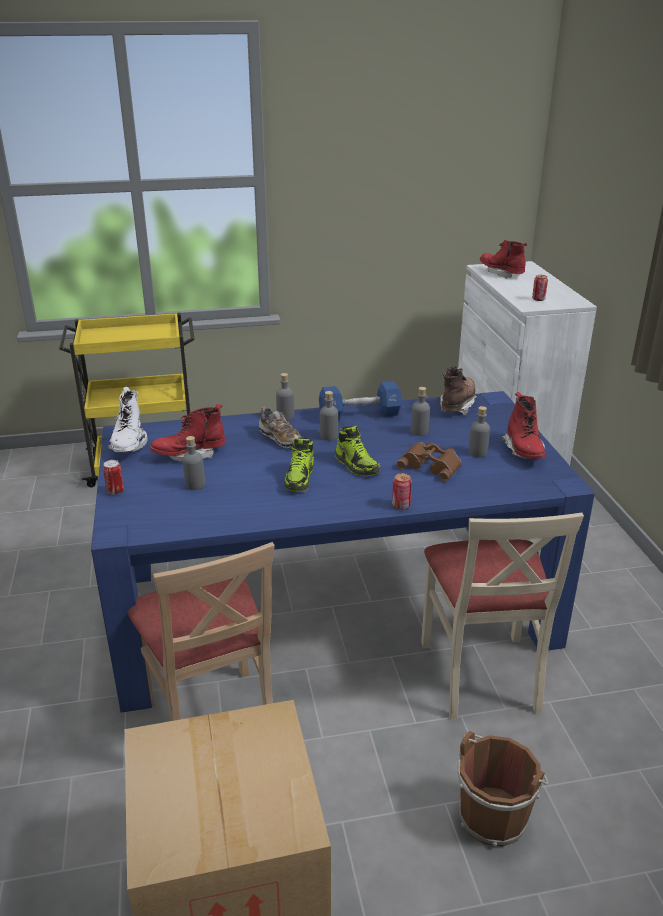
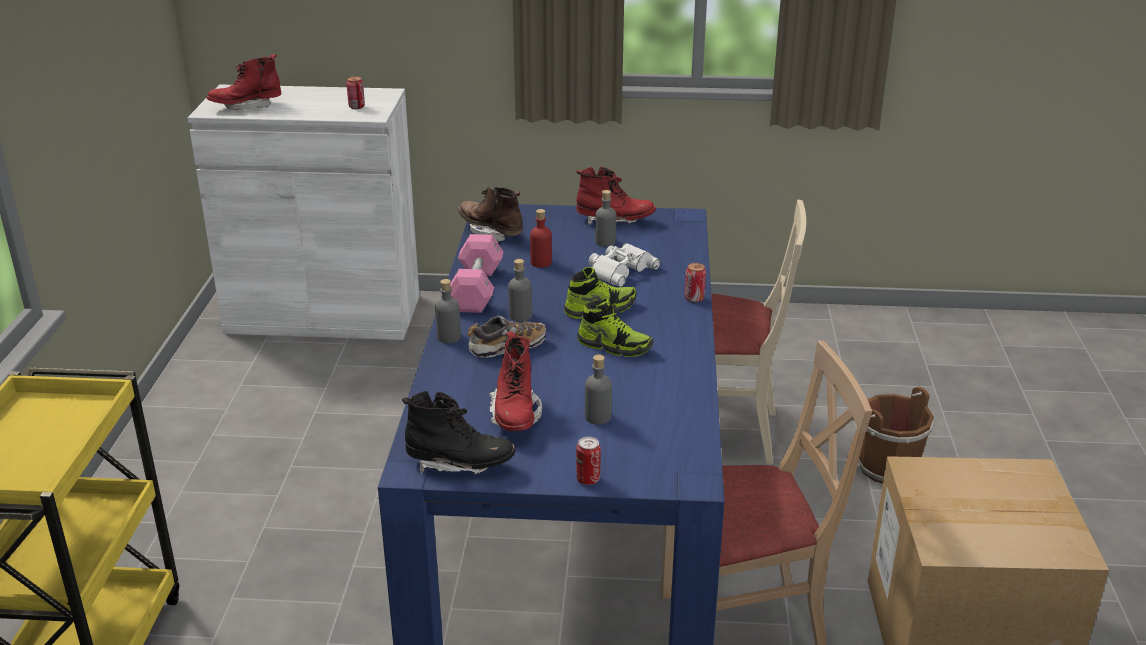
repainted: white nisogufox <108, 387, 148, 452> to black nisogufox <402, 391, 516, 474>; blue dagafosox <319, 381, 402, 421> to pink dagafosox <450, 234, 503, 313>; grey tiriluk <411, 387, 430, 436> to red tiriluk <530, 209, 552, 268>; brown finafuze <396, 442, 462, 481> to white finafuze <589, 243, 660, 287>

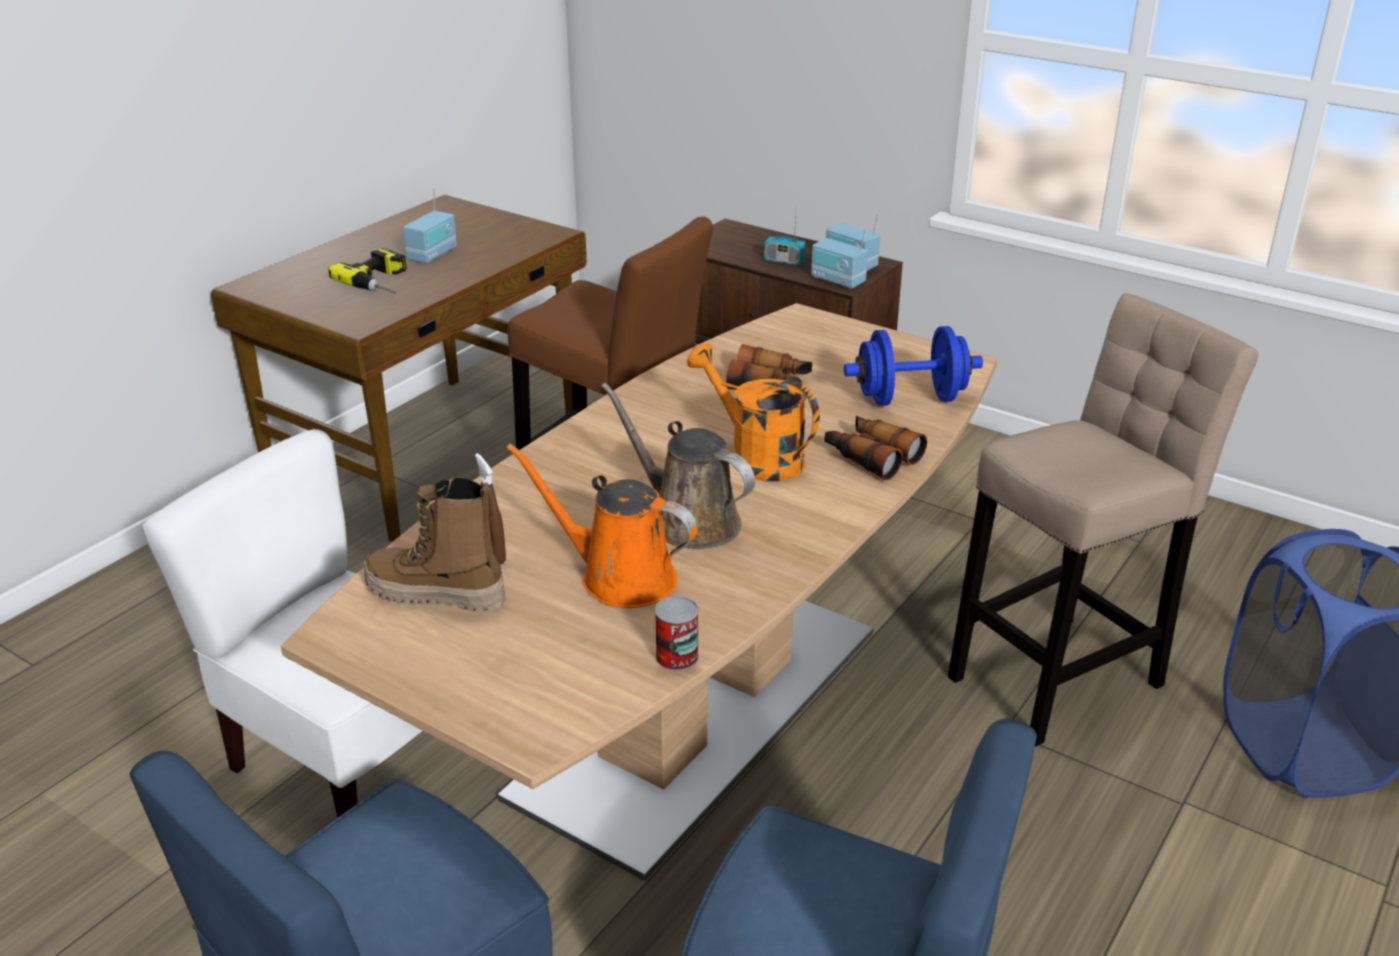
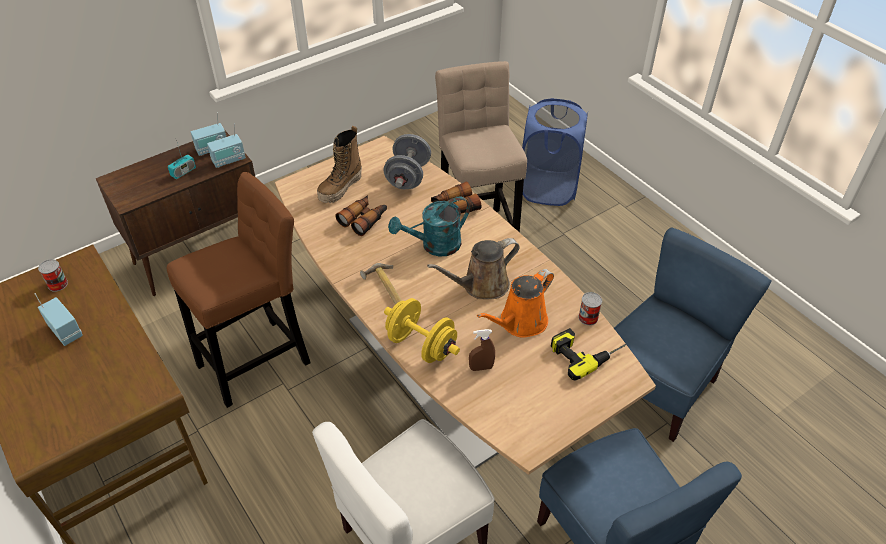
new: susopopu <38, 259, 68, 292>; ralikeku <360, 263, 402, 305>; yellow dagafosox <384, 298, 460, 363>
shifted: nisogufox <364, 477, 506, 612> to <317, 126, 362, 203>; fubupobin <328, 248, 407, 295> to <551, 328, 627, 381>
repainted: blue dagafosox <844, 326, 983, 406> to grey dagafosox <383, 134, 431, 189>; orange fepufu <687, 343, 820, 482> to turquoise fepufu <388, 196, 470, 257>

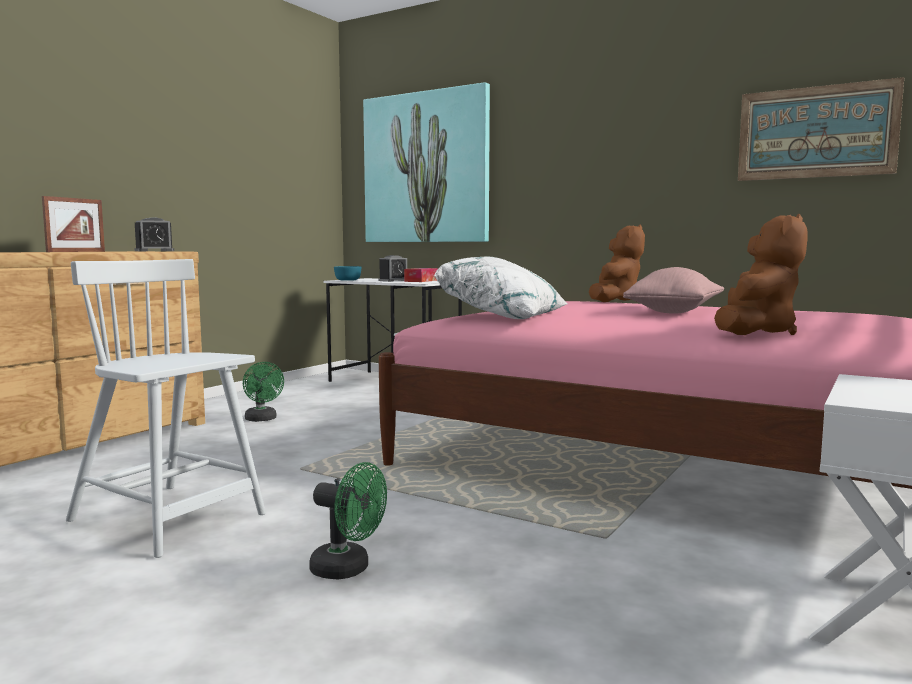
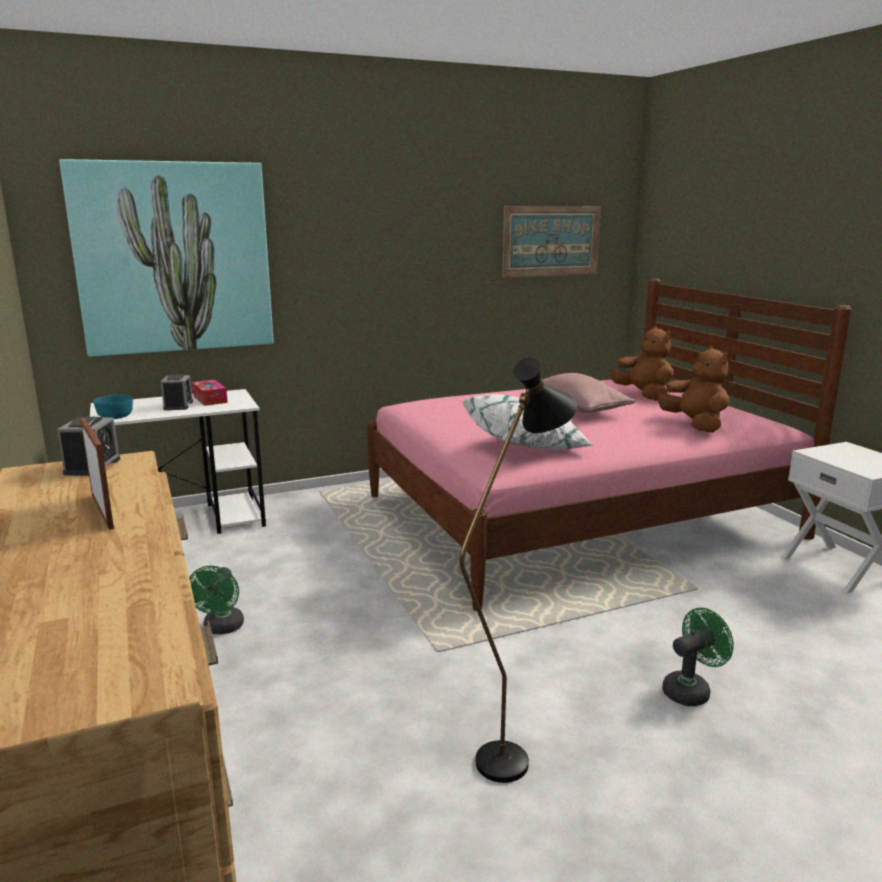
shifted: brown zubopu <589, 224, 645, 302> to <611, 326, 674, 401>
swapped: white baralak <66, 259, 266, 558> to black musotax <459, 358, 577, 783>
rotated: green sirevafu <243, 362, 284, 422> = <189, 566, 244, 634> 90 degrees clockwise

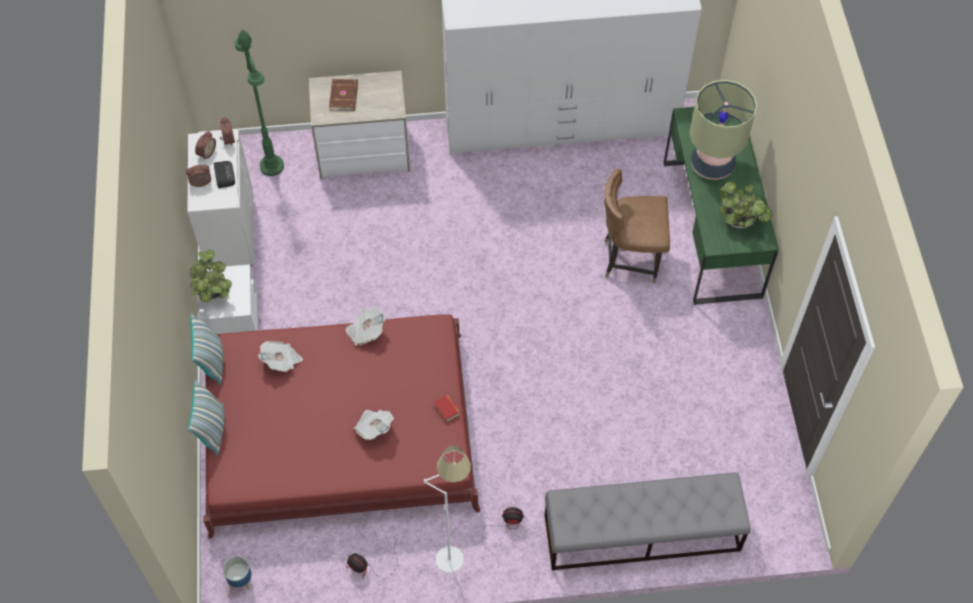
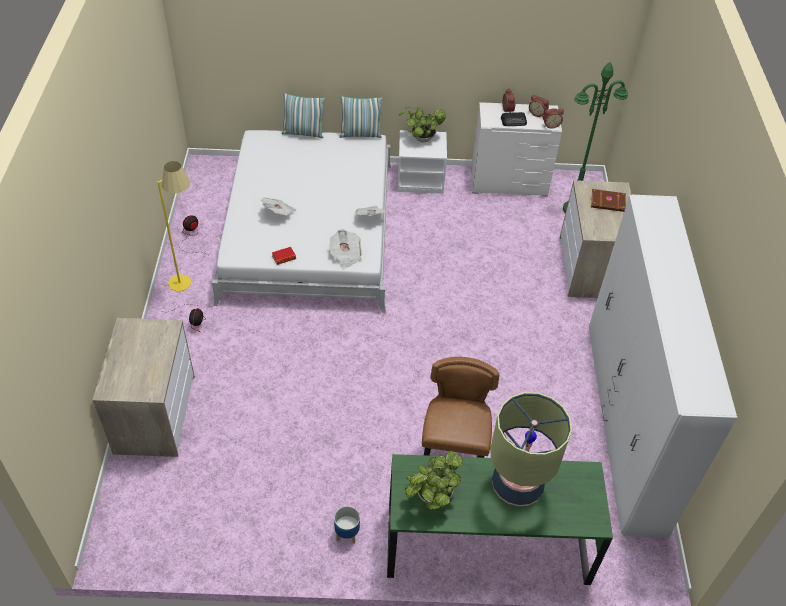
shifted: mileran <258, 341, 303, 372> to <329, 229, 362, 269>; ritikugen <223, 556, 252, 590> to <334, 506, 360, 543>
swapped: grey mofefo <545, 472, 750, 570> to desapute <93, 318, 195, 457>
repainted: white musotax <424, 446, 471, 573> to yellow musotax <157, 161, 191, 291>; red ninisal <203, 315, 480, 539> to white ninisal <212, 130, 391, 313>

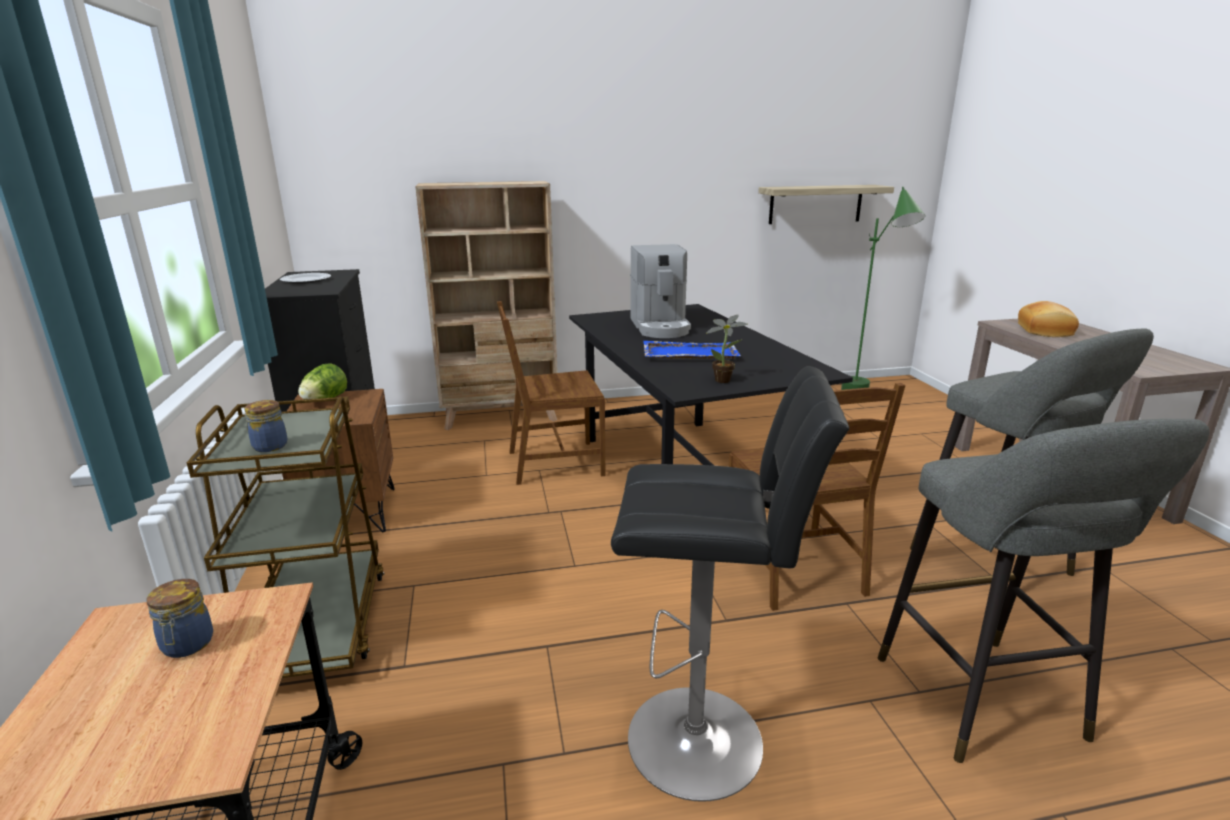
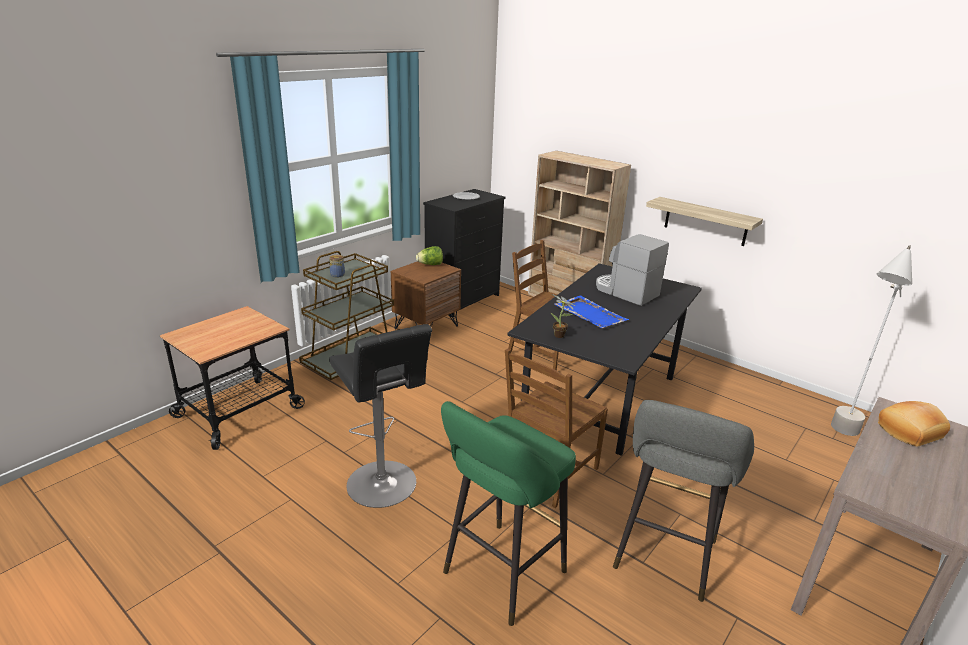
gone: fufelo <146, 579, 213, 658>
shifted: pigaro <758, 185, 894, 224> to <646, 197, 763, 246>
repainted: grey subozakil <878, 419, 1210, 763> to green subozakil <441, 401, 576, 626>; green musotax <841, 187, 925, 390> to grey musotax <831, 245, 912, 436>
rotated: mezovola <630, 244, 691, 338> = <596, 234, 669, 306> 90 degrees clockwise

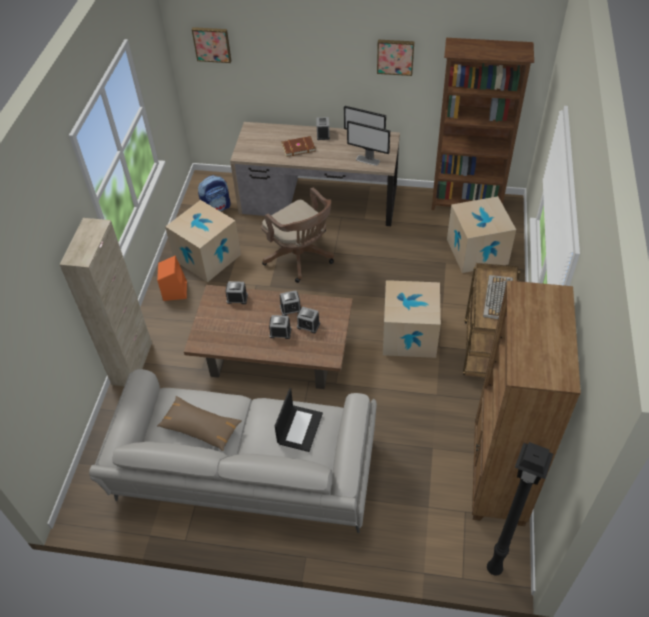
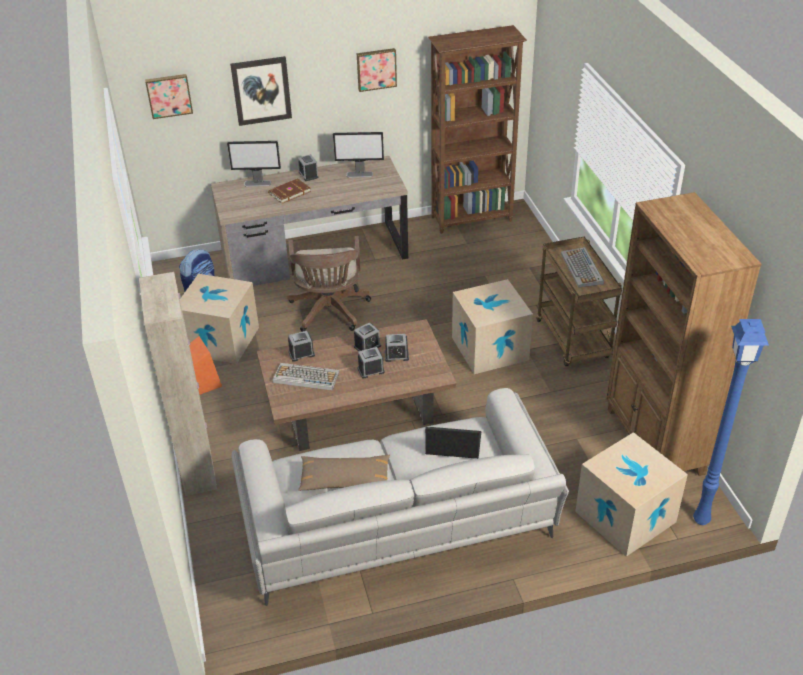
new: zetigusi <230, 56, 292, 126>; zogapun <273, 363, 340, 391>
shifted: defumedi <347, 121, 390, 166> to <227, 141, 281, 187>; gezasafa <447, 196, 516, 273> to <575, 432, 688, 557>
repainted: black musotax <487, 442, 553, 576> to blue musotax <693, 319, 769, 525>
rotated: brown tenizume <261, 187, 334, 283> = <287, 236, 371, 332> 60 degrees clockwise; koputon <275, 388, 323, 452> = <425, 427, 481, 459> 75 degrees counterclockwise

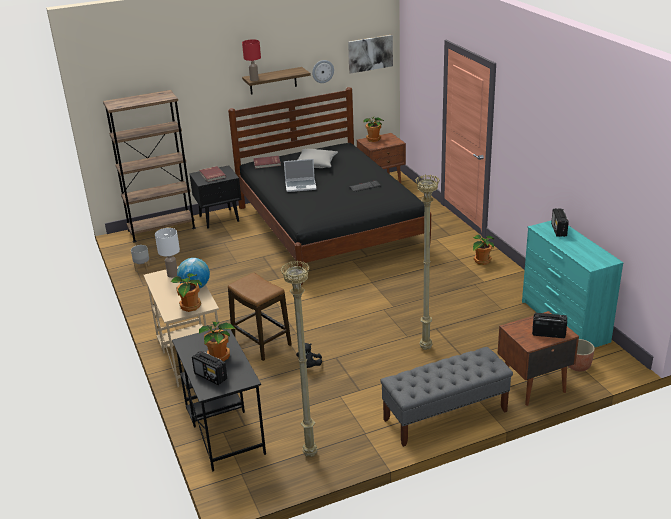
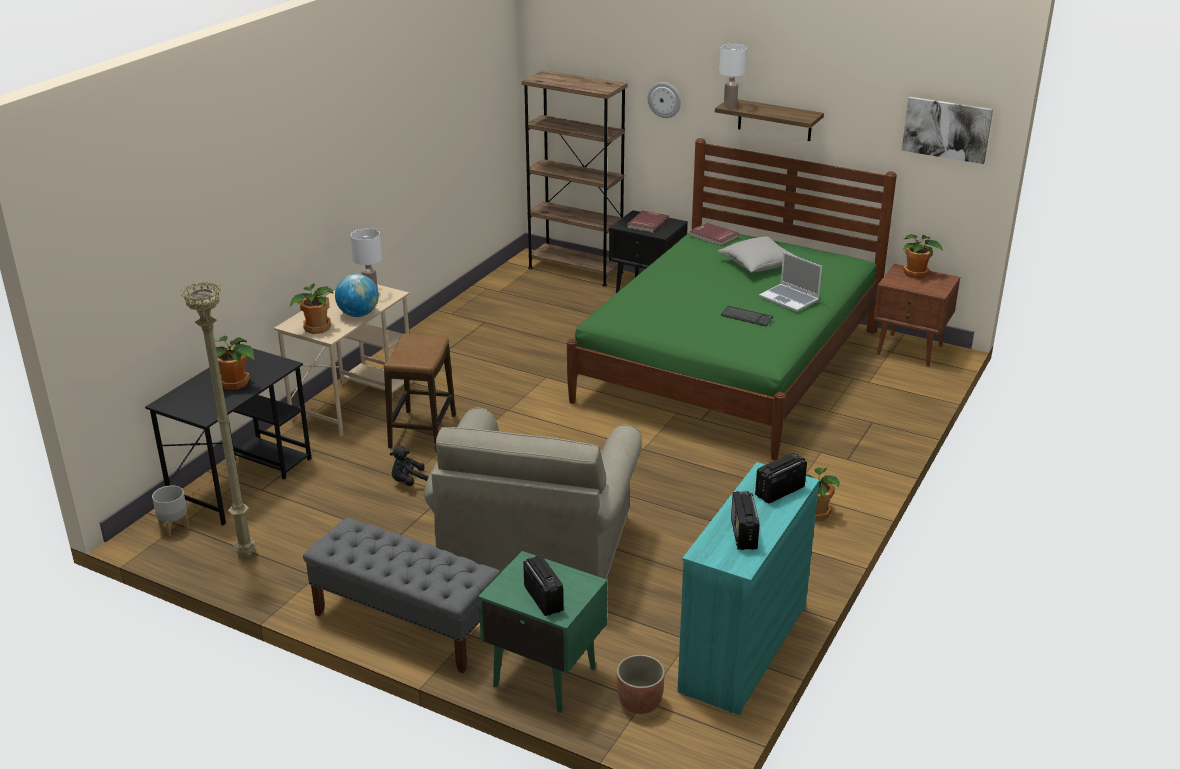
shifted: grey ritikugen <131, 245, 150, 272> to <152, 485, 189, 537>; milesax <312, 60, 334, 83> to <648, 82, 681, 118>; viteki <192, 351, 227, 385> to <731, 491, 760, 550>; koputon <284, 159, 317, 192> to <759, 252, 822, 312>
swapped: beige musotax <415, 175, 439, 350> to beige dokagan <424, 407, 642, 579>
repainted: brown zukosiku <497, 311, 579, 406> to green zukosiku <478, 551, 607, 713>; black ninisal <228, 87, 431, 285> to green ninisal <567, 138, 897, 460>; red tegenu <242, 39, 261, 81> to white tegenu <719, 44, 747, 108>

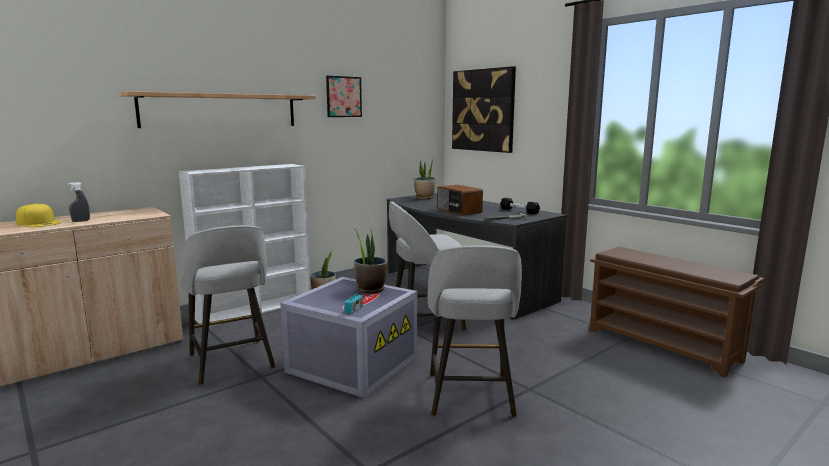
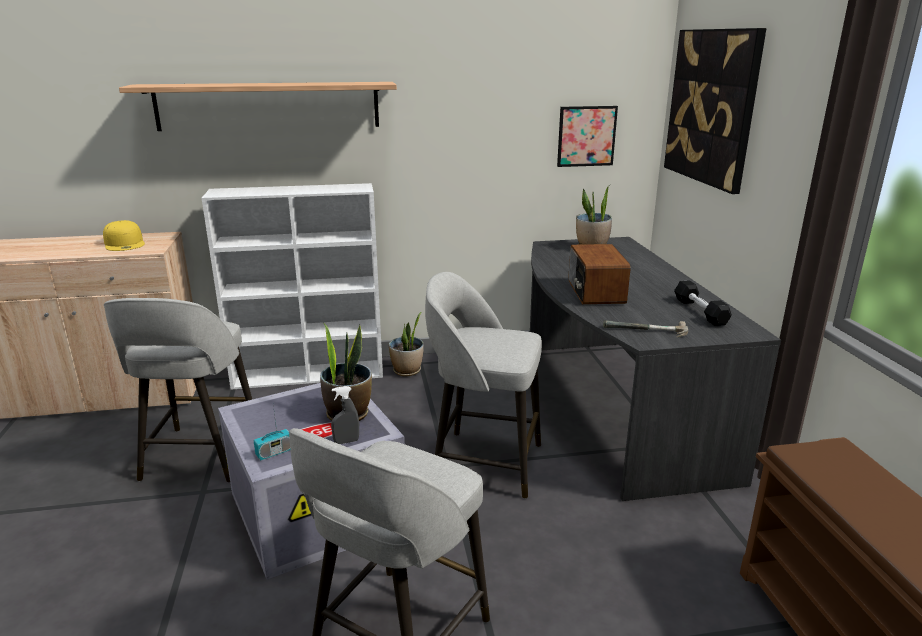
shifted: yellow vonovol <16, 204, 61, 227> to <103, 220, 145, 251>; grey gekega <68, 182, 90, 222> to <331, 386, 359, 444>; zetigusi <326, 76, 362, 117> to <557, 106, 618, 167>

